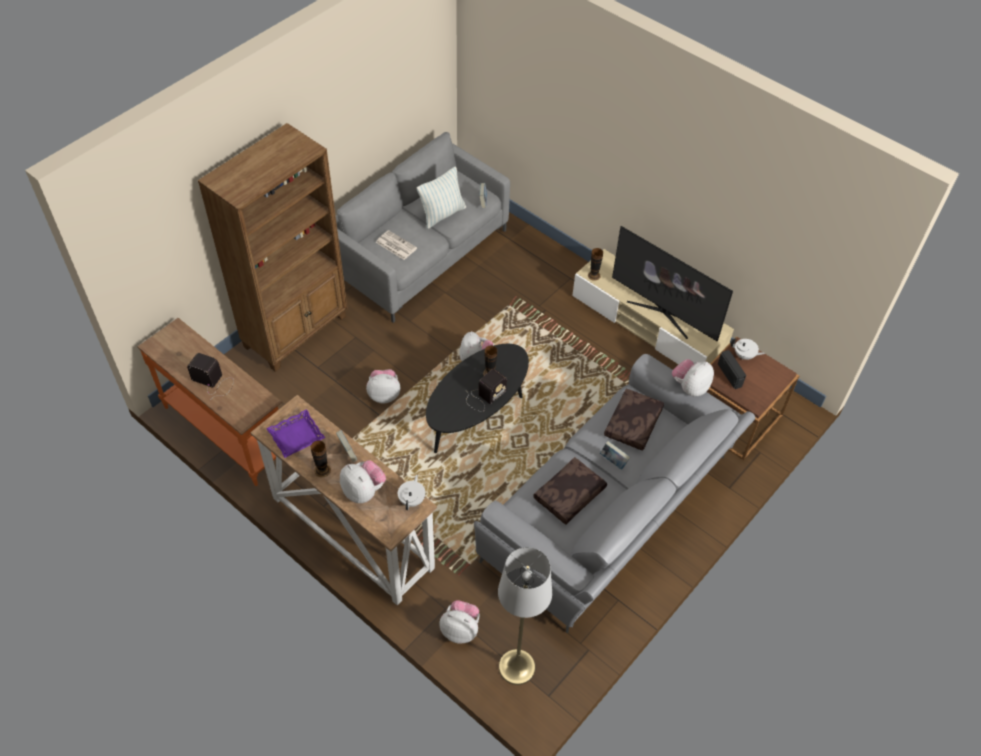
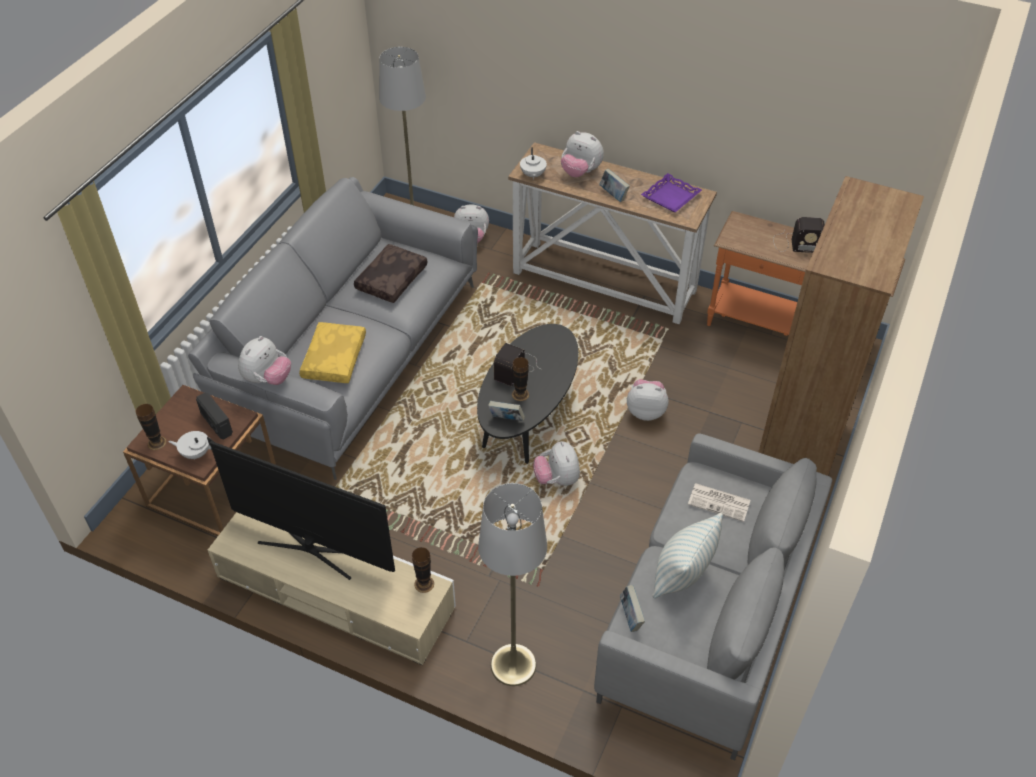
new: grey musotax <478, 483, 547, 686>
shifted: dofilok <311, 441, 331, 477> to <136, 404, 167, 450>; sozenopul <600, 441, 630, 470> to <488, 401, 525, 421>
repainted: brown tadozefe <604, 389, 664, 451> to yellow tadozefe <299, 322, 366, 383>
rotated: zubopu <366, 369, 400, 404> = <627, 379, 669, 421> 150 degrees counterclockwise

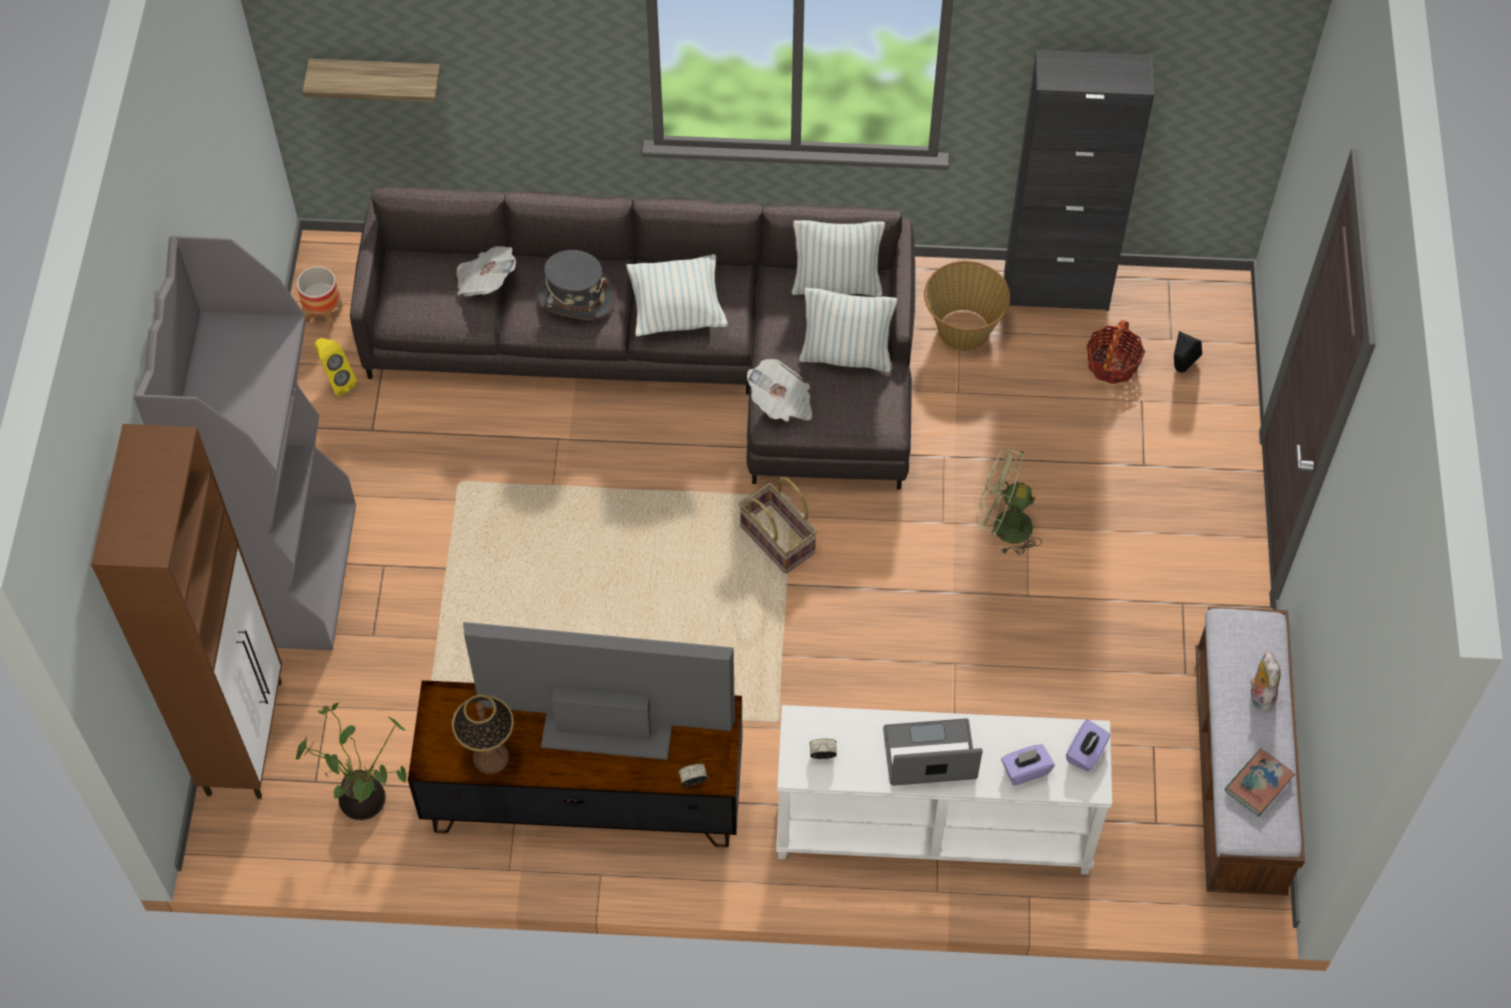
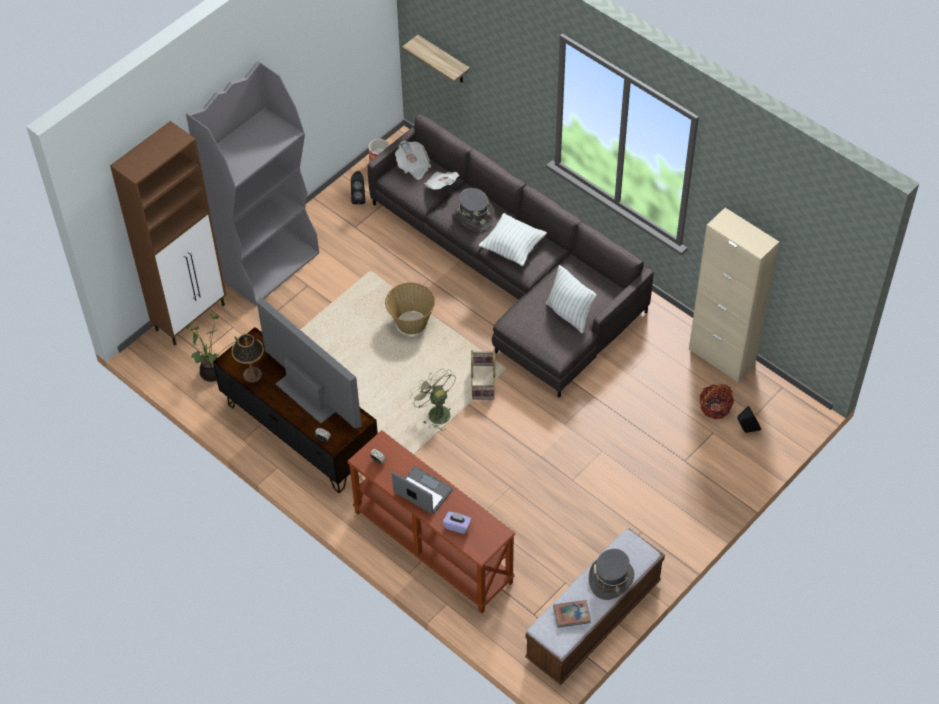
gone: tadozefe <791, 220, 885, 296>; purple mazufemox <1066, 719, 1110, 772>
shifted: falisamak <924, 261, 1010, 351> to <385, 282, 435, 334>; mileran <747, 359, 812, 422> to <395, 141, 431, 180>; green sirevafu <976, 447, 1042, 555> to <410, 368, 456, 431>
swapped: zubopu <1250, 650, 1281, 712> to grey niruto <589, 549, 635, 600>
repainted: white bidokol <776, 705, 1112, 874> to brown bidokol <347, 430, 516, 614>; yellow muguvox <314, 338, 357, 396> to black muguvox <351, 171, 365, 205>; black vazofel <1004, 50, 1154, 311> to beige vazofel <689, 208, 779, 383>

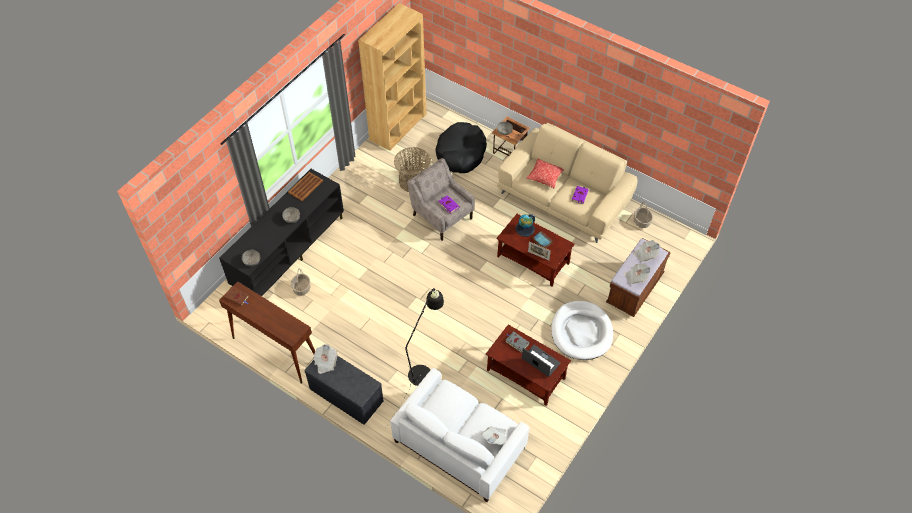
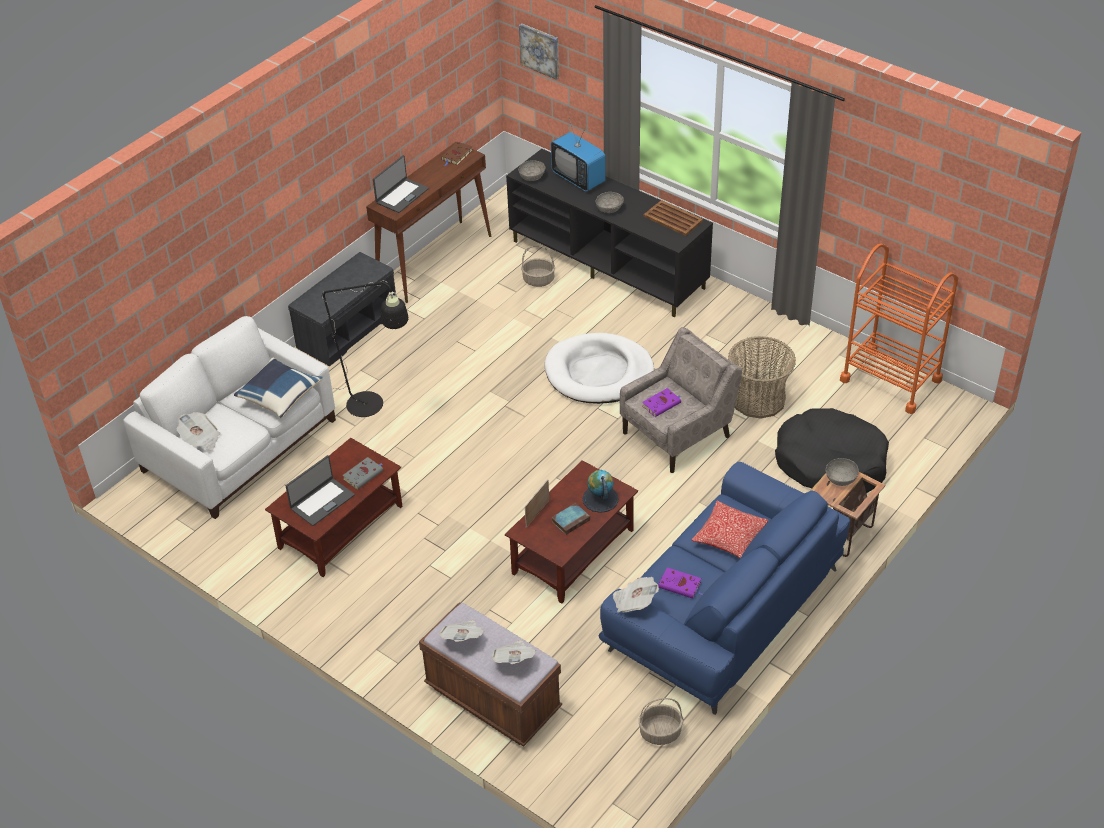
new: blue tadozefe <234, 358, 323, 418>; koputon <373, 155, 429, 213>; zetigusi <519, 23, 559, 80>; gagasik <551, 118, 606, 192>
shifted: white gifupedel <551, 301, 613, 360> to <545, 333, 654, 404>; mileran <313, 344, 338, 374> to <613, 577, 659, 613>
swapped: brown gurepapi <358, 3, 427, 151> to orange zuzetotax <840, 243, 958, 414>
repainted: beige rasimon <497, 123, 637, 243> to blue rasimon <599, 462, 850, 715>

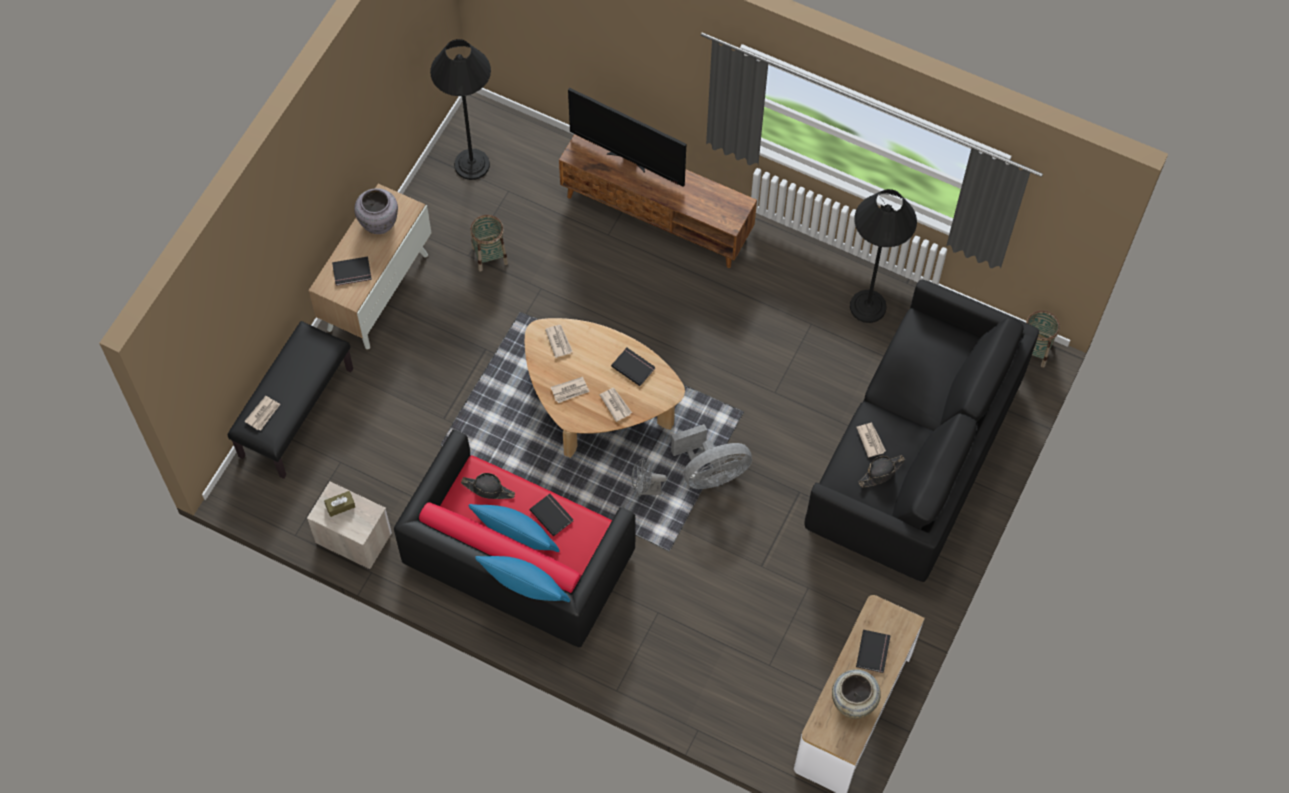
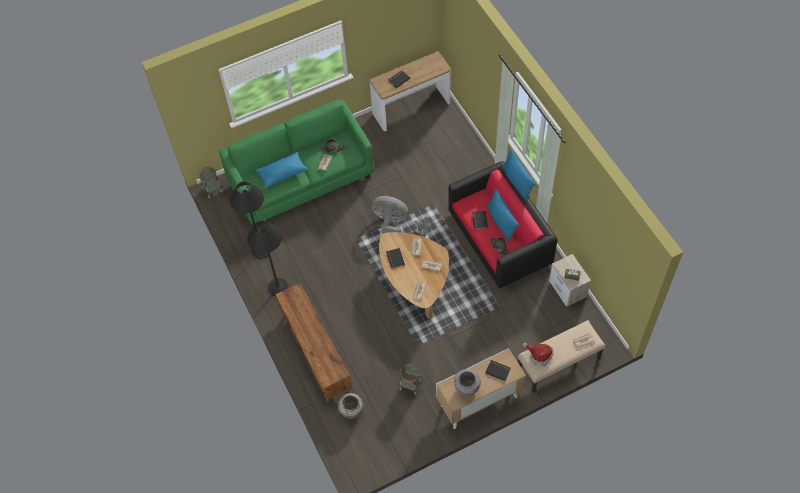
gone: gagasik <568, 88, 686, 187>
new: blue tadozefe <256, 152, 308, 188>; niruto <523, 343, 554, 366>
shifted: black musotax <430, 39, 491, 180> to <247, 221, 288, 296>; beige dofilok <832, 669, 881, 719> to <338, 393, 363, 419>
repainted: black rasimon <804, 280, 1039, 582> to green rasimon <220, 100, 374, 227>; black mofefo <228, 321, 353, 479> to beige mofefo <518, 320, 606, 393>

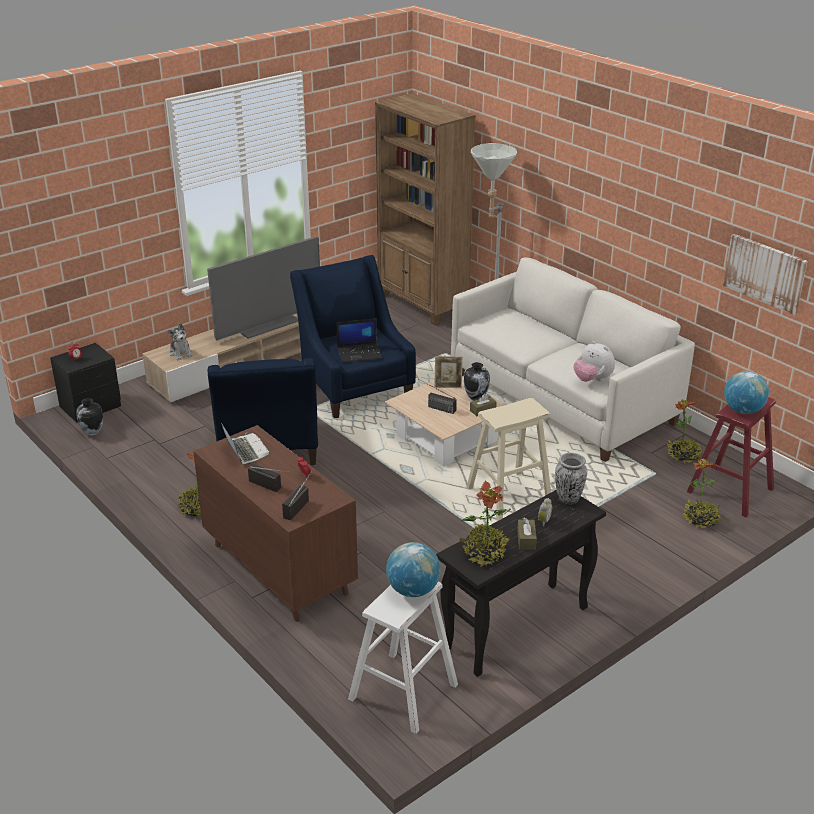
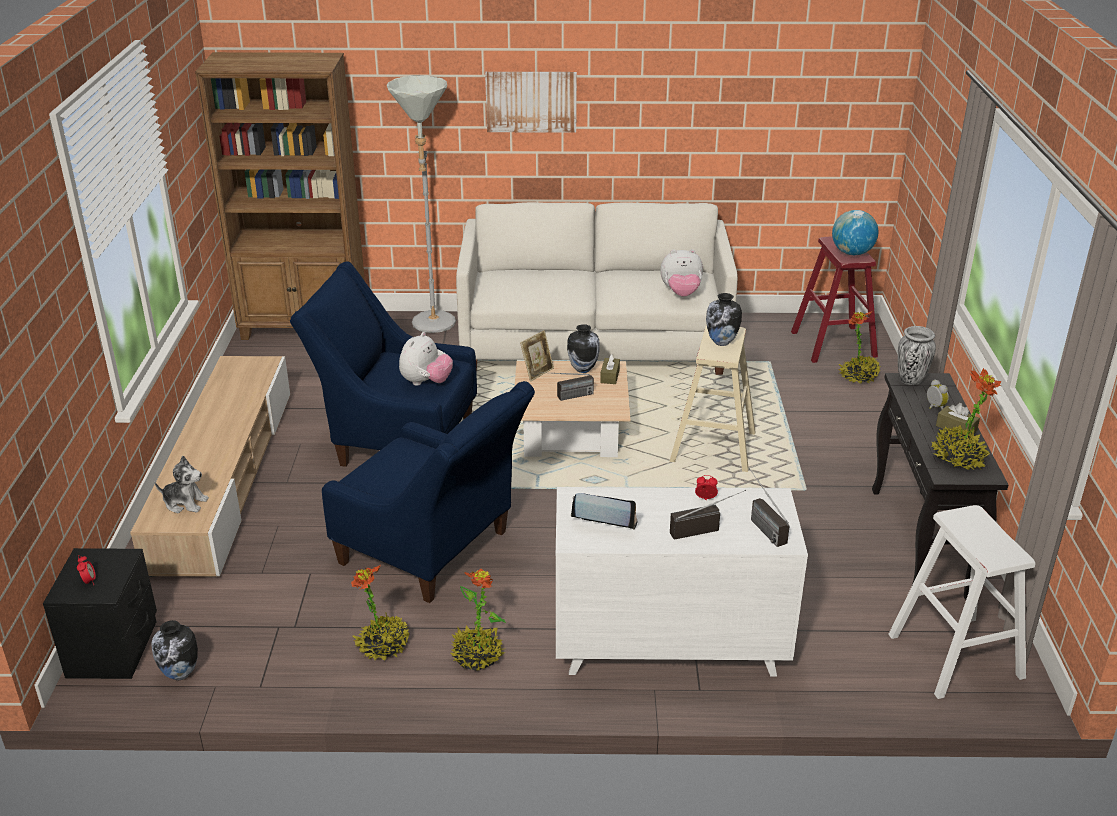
gone: gagasik <207, 237, 320, 341>; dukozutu <386, 542, 441, 597>
new: dofilok <706, 293, 742, 346>
shifted: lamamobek <667, 399, 702, 463> to <351, 565, 410, 661>; zetigusi <723, 234, 808, 315> to <485, 72, 577, 133>
swapped: koputon <336, 318, 382, 363> to zubopu <399, 332, 453, 386>
repainted: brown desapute <193, 425, 358, 622> to white desapute <556, 487, 808, 677>

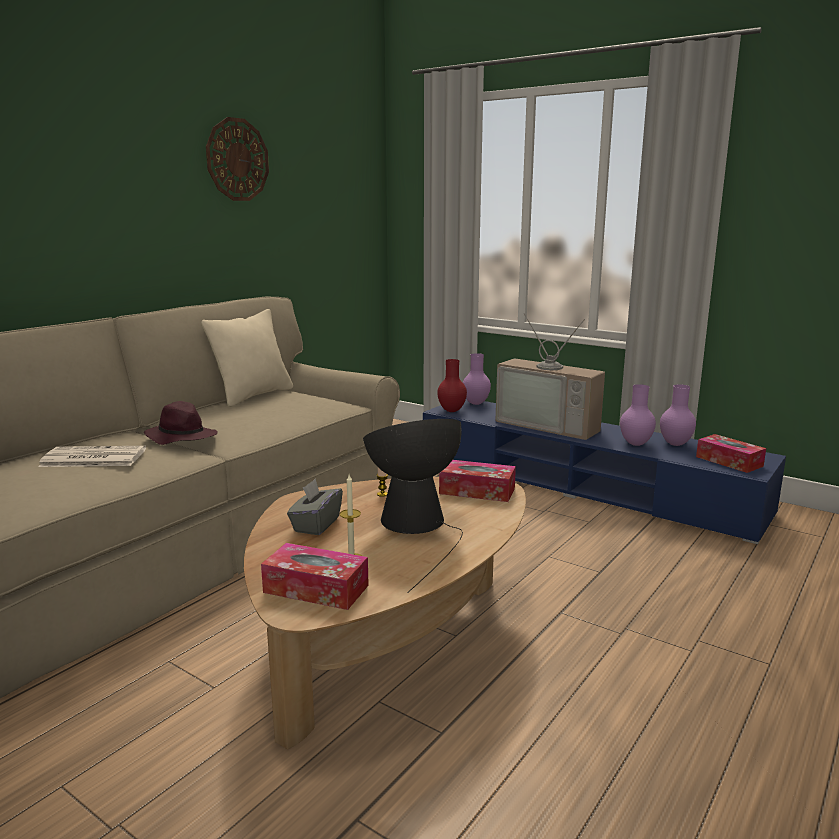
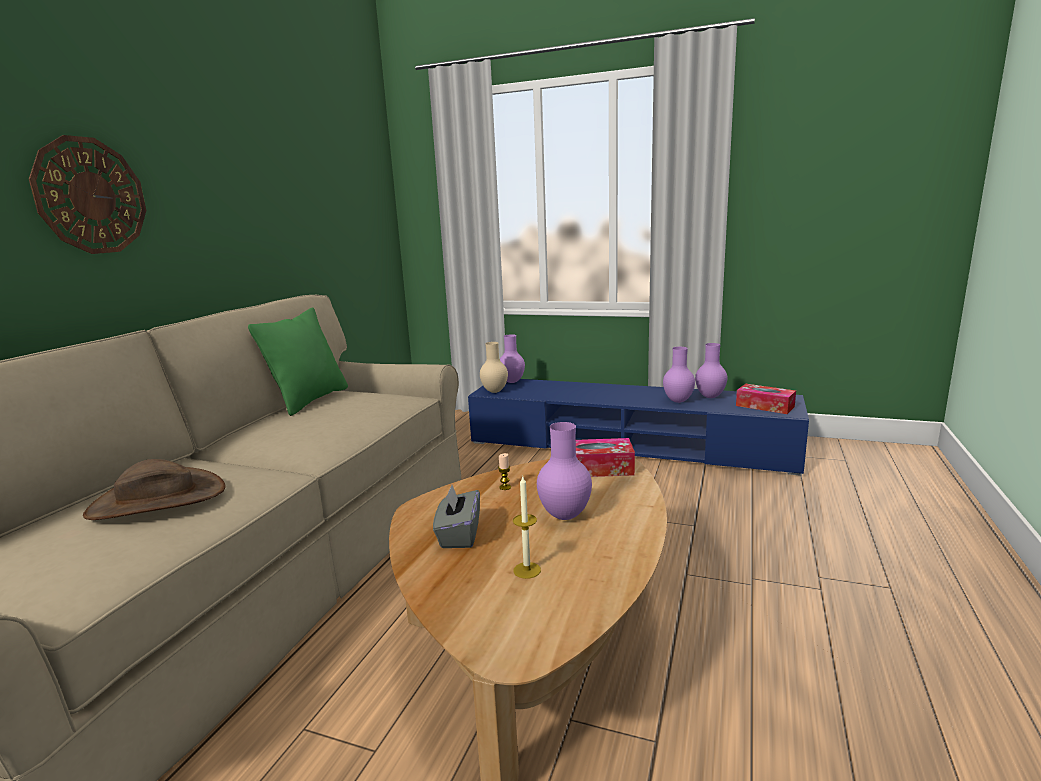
gone: purple niruto <144, 401, 218, 445>; mazufemox <261, 543, 369, 610>; gagasik <495, 313, 605, 440>
shifted: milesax <206, 117, 269, 201> to <29, 135, 147, 254>
swapped: mileran <38, 446, 146, 467> to brown niruto <83, 459, 225, 520>; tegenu <363, 419, 463, 593> to purple dofilok <537, 422, 592, 520>
repainted: beige tadozefe <201, 309, 293, 407> to green tadozefe <248, 307, 348, 416>; red dofilok <437, 359, 467, 412> to beige dofilok <480, 342, 508, 393>

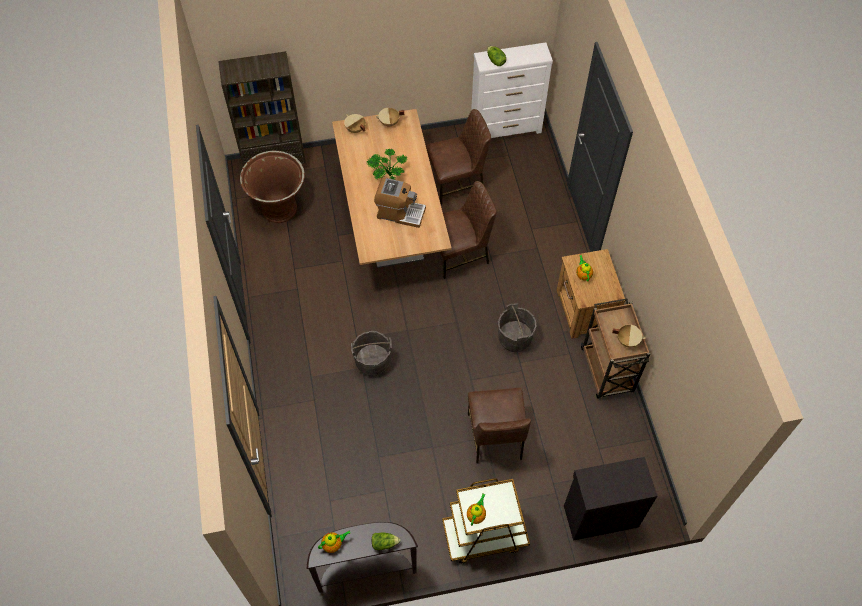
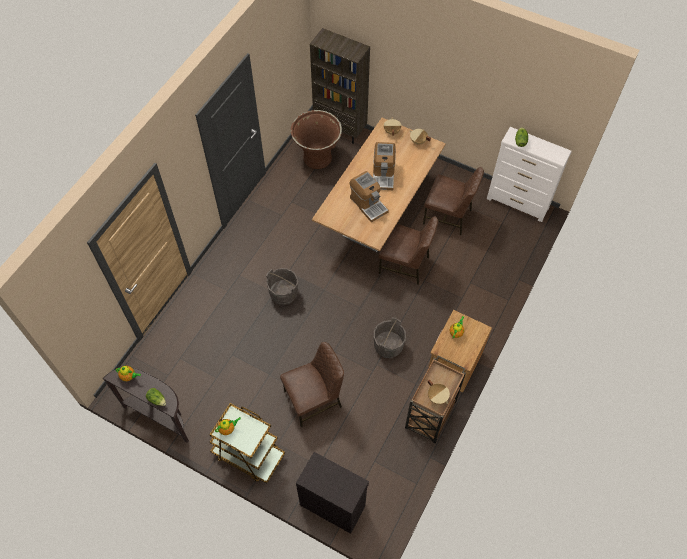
swapped: lamamobek <367, 149, 407, 180> to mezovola <373, 142, 396, 190>
rotated: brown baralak <468, 388, 531, 464> = <280, 342, 344, 427> 150 degrees counterclockwise

